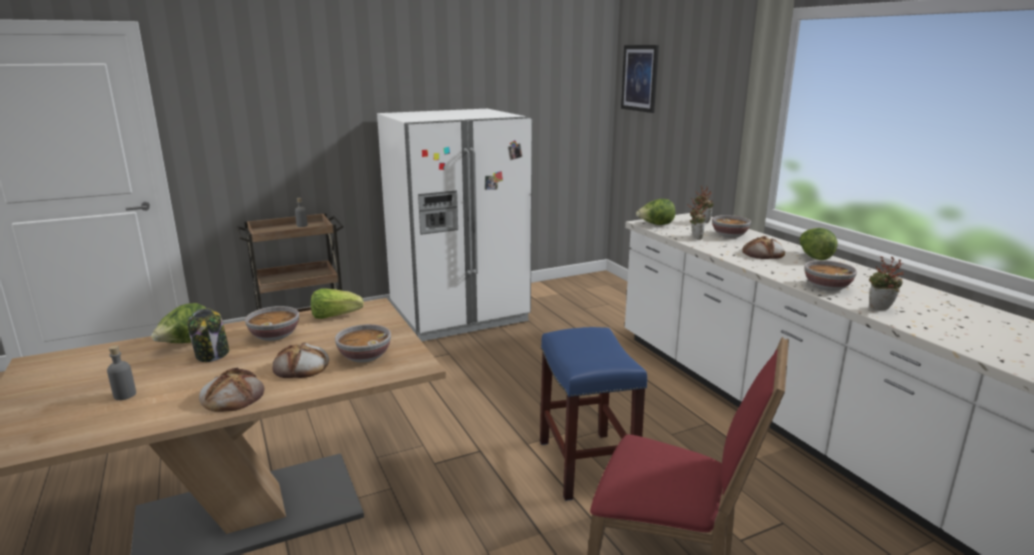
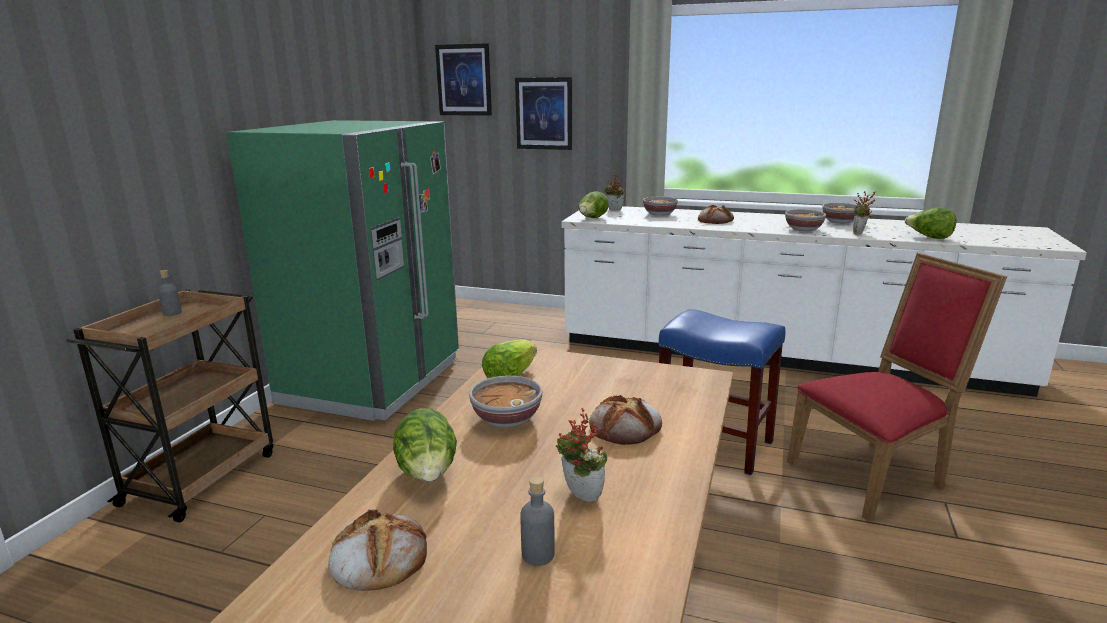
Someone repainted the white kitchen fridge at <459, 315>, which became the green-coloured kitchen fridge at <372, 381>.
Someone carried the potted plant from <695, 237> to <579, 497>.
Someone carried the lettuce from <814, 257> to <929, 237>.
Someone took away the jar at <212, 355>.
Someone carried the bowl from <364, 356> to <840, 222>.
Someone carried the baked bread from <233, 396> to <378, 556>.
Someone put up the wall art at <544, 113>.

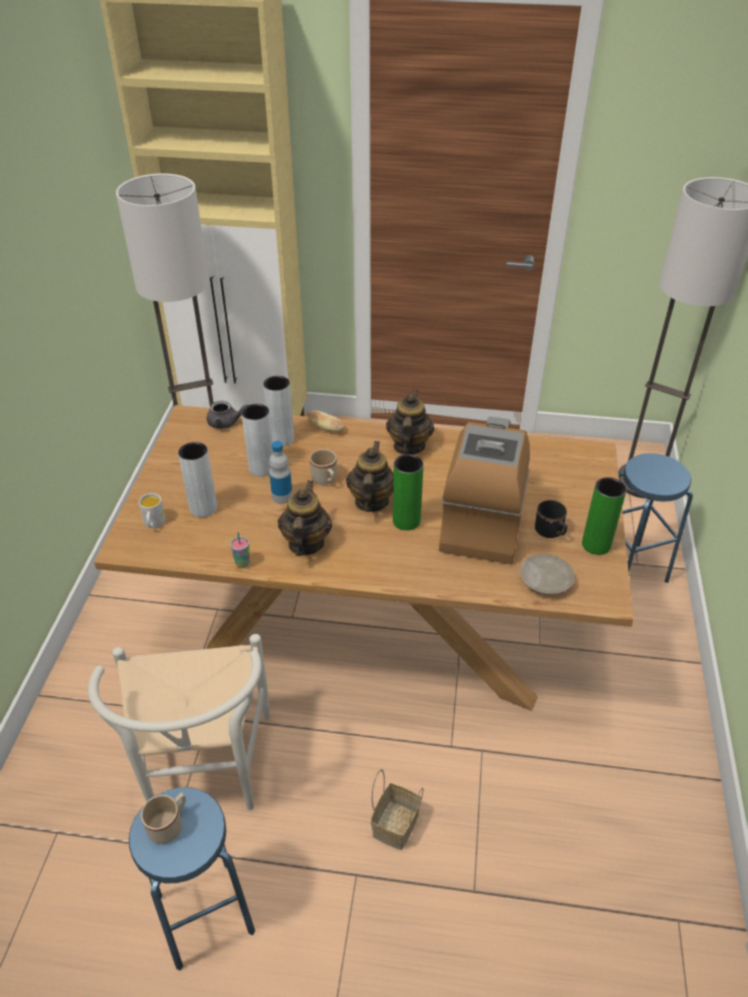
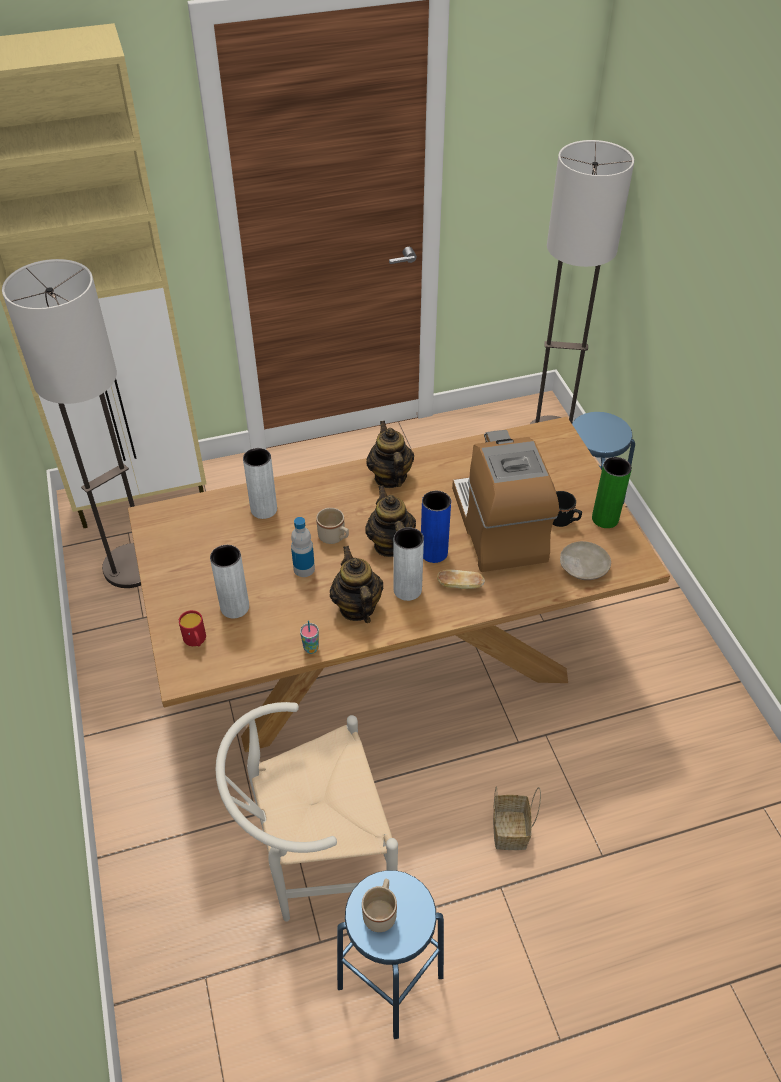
Someone took away the gray pot for tea at <227, 423>.
Someone carried the gray flower vase from <262, 468> to <407, 590>.
Someone carried the baked bread from <325, 428> to <460, 585>.
Someone repainted the green-coloured flower vase at <406, 521>, which became the bluish flower vase at <434, 553>.
Someone repainted the white coffee mug at <154, 523>, which became the red-coloured coffee mug at <196, 640>.
Someone rotated the white plain chair at <204, 775> by 105 degrees clockwise.

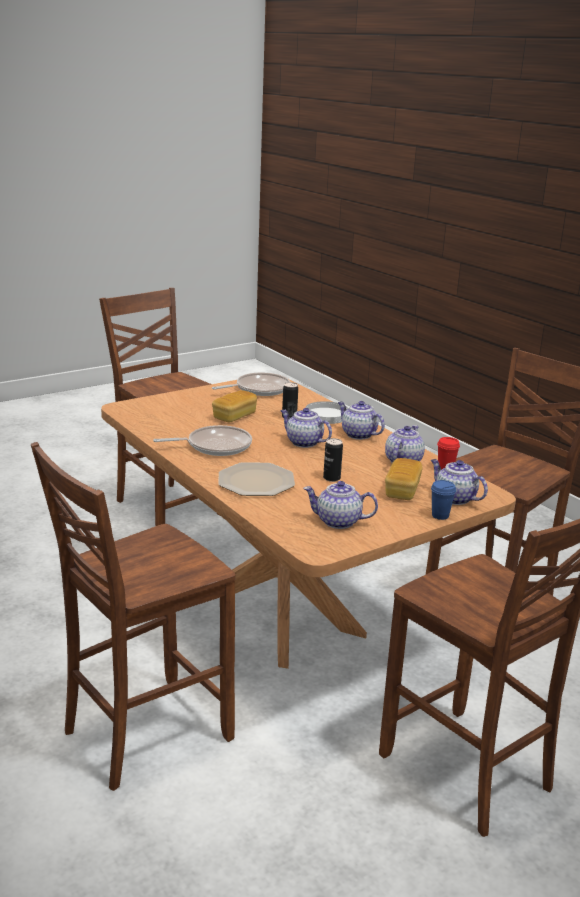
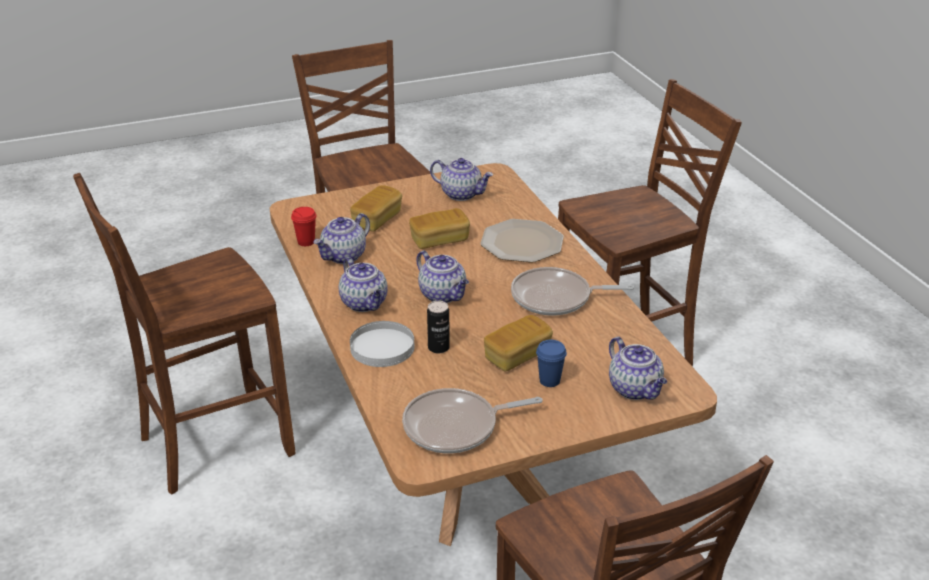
Someone swapped the sealed can at <331, 478> for the baked bread at <439, 240>.
Someone carried the pot for tea from <454, 498> to <635, 389>.
Someone carried the bluish cup from <440, 515> to <549, 381>.

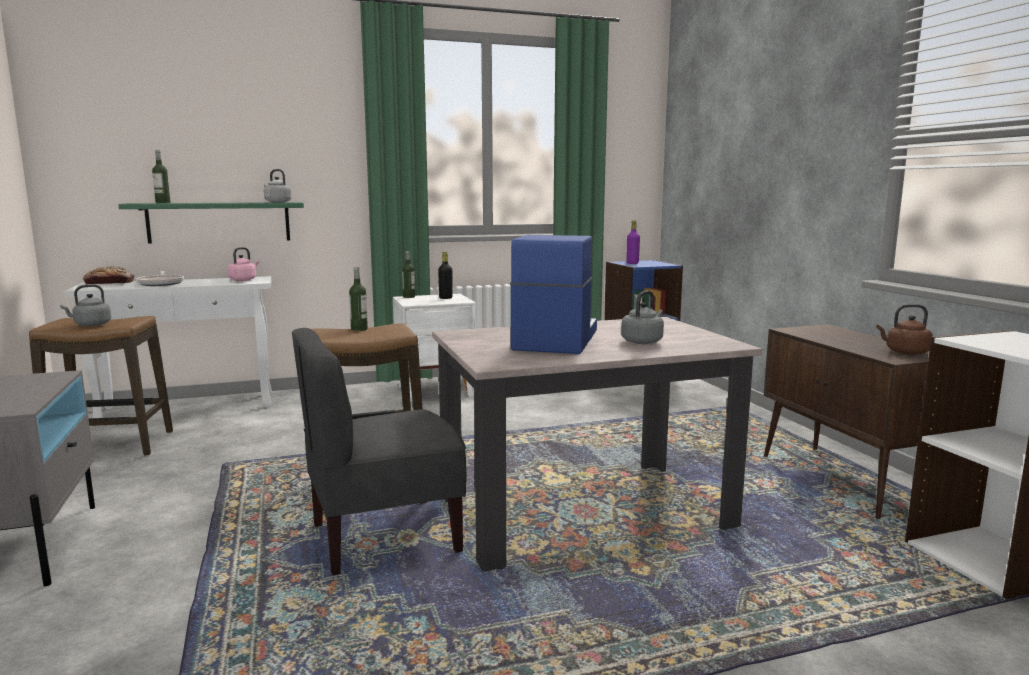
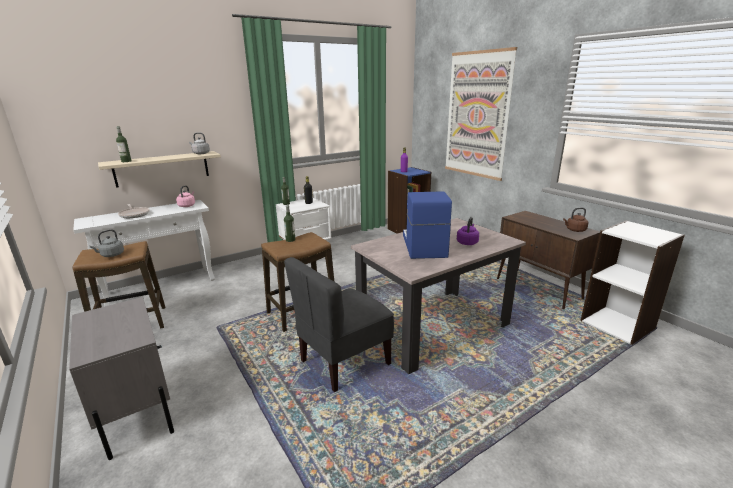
Someone repainted the green-coloured wall shelf at <219, 222>, which became the beige wall shelf at <162, 168>.
Someone took away the baked bread at <110, 283>.
Someone repainted the gray water kettle at <643, 341>, which became the purple-coloured water kettle at <467, 242>.
Someone put up the wall art at <477, 115>.

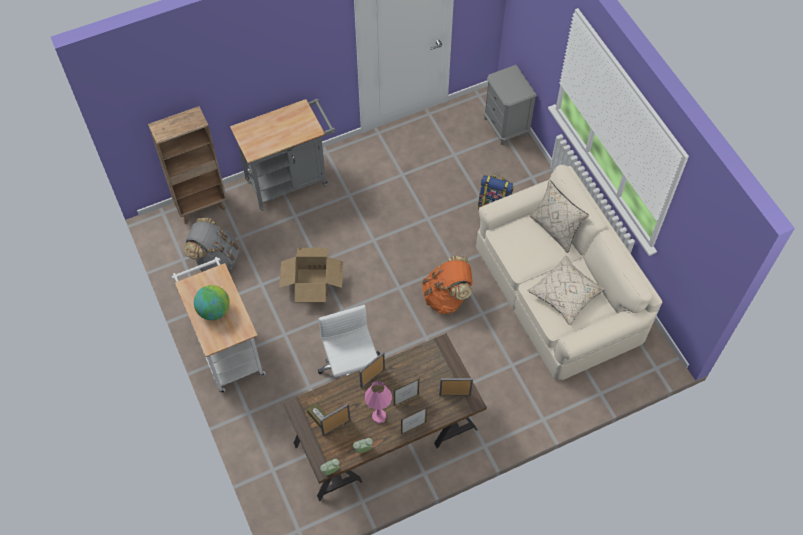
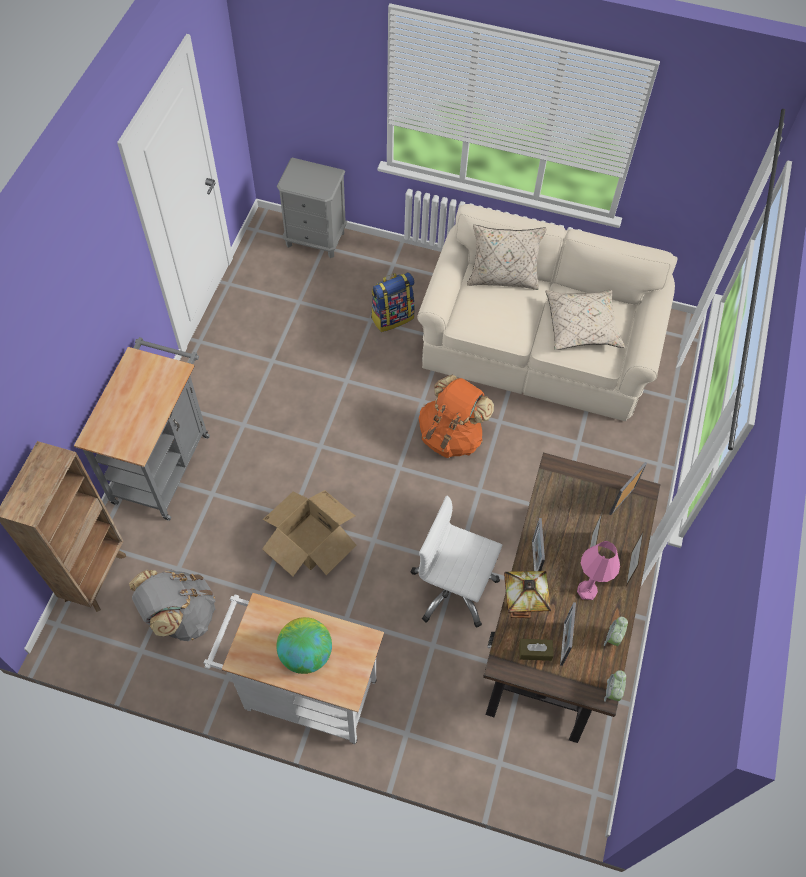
Someone put down the tabletop lamp at <522, 607>.

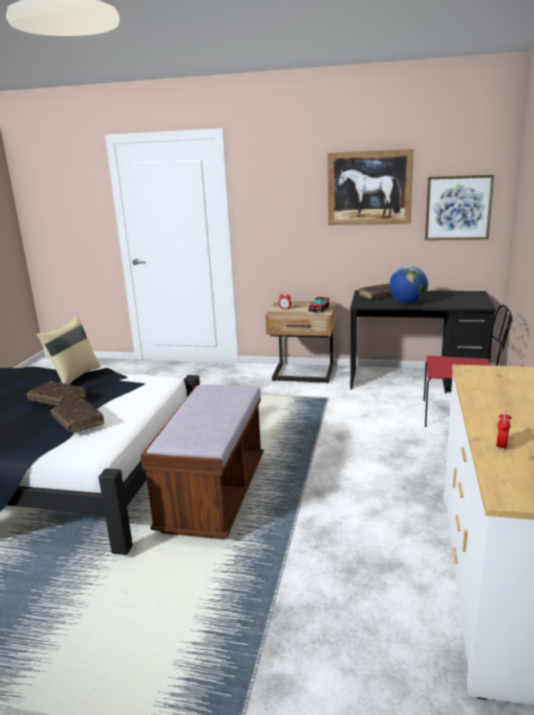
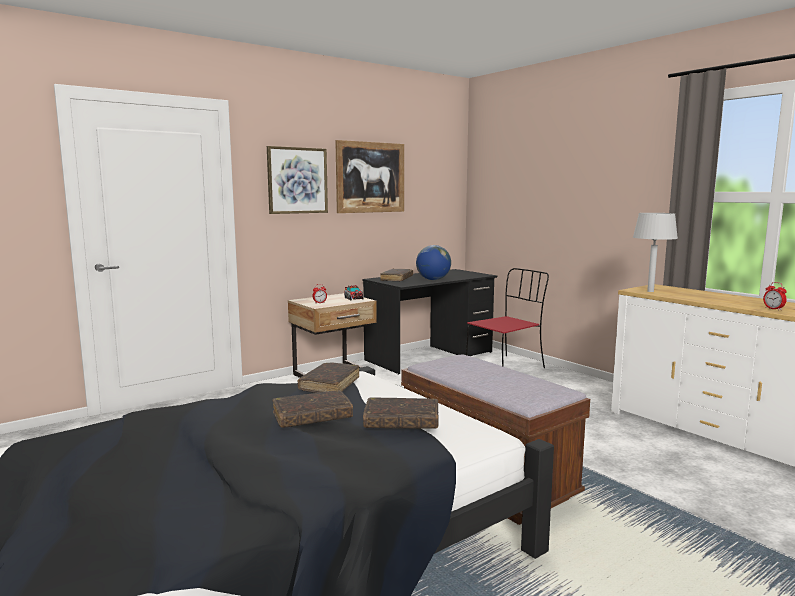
Someone carried the wall art from <458, 208> to <297, 180>.
Someone took away the beige pillow at <74, 377>.
Someone put down the gray tabletop lamp at <651, 291>.
Someone put down the brownish bound book at <330, 385>.

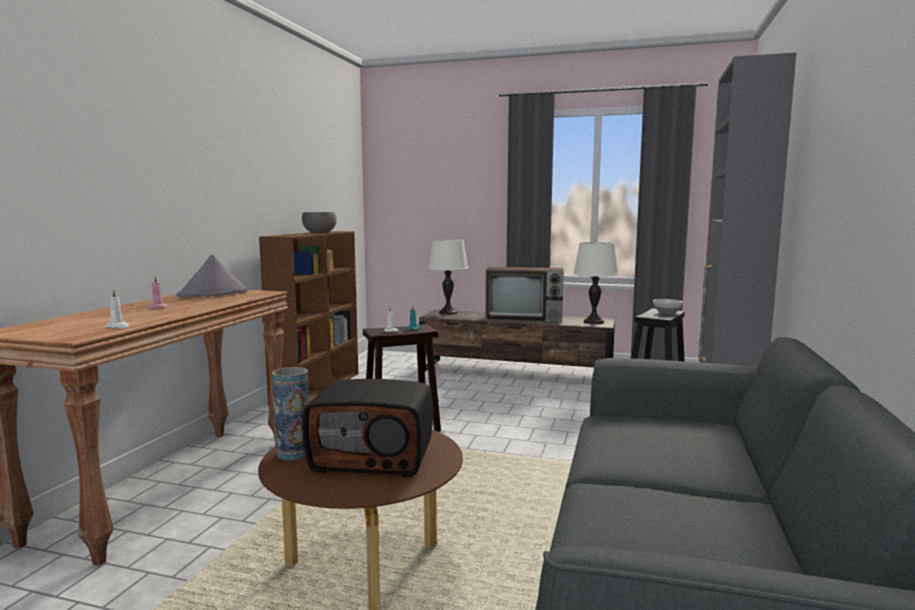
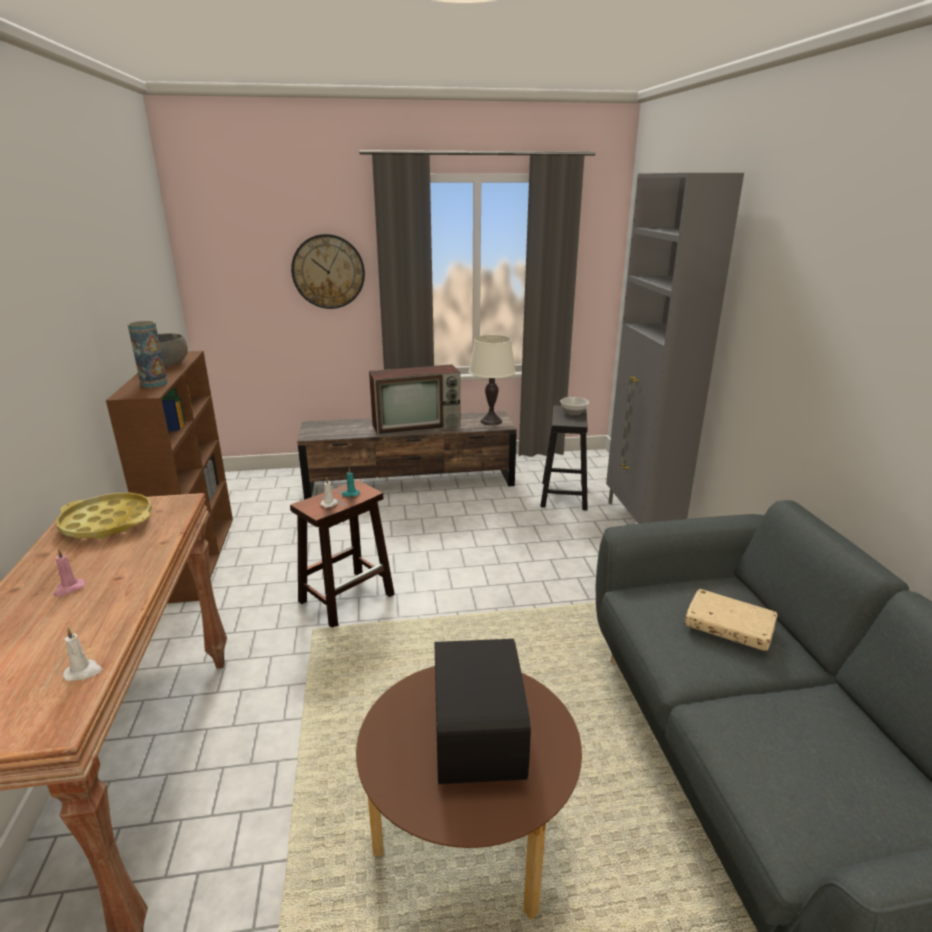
Someone took away the white tabletop lamp at <448, 313>.
Someone swapped the gray clothing hat at <214, 294> for the yellowish carrying tray at <107, 522>.
Someone carried the flower vase from <293, 453> to <154, 384>.
Someone rotated the radio set at <373, 457> by 105 degrees clockwise.
Someone put up the hanging clock at <328, 271>.
Someone put down the beige bound book at <729, 627>.

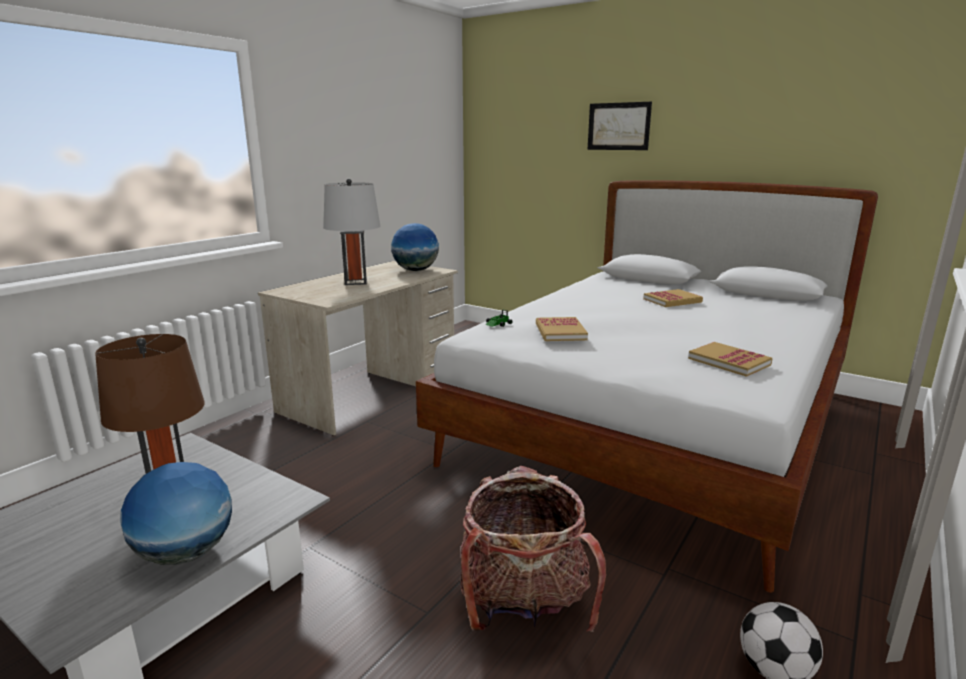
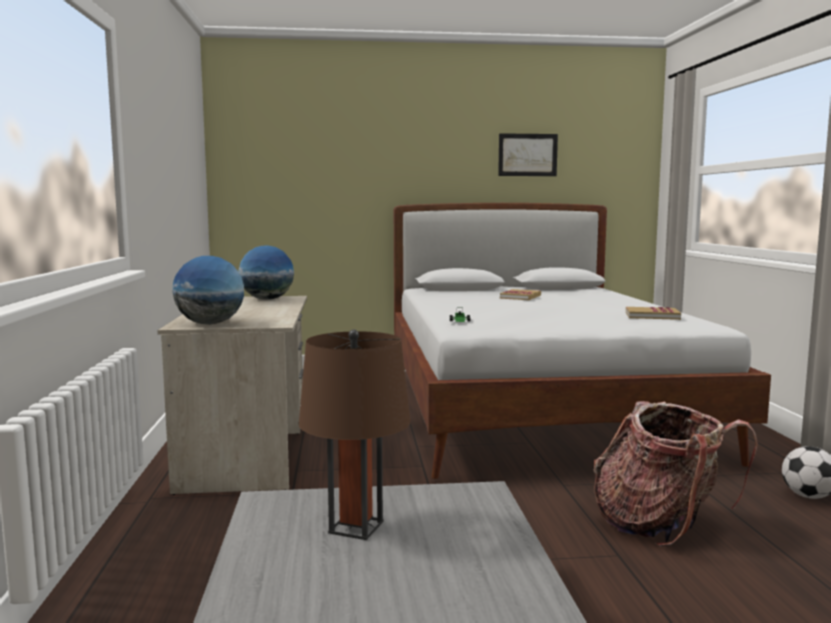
Someone carried the wall art from <618, 126> to <527, 155>.
Someone took away the gray tabletop lamp at <355, 282>.
Someone took away the bound book at <560, 332>.
Someone carried the globe from <185, 553> to <210, 324>.

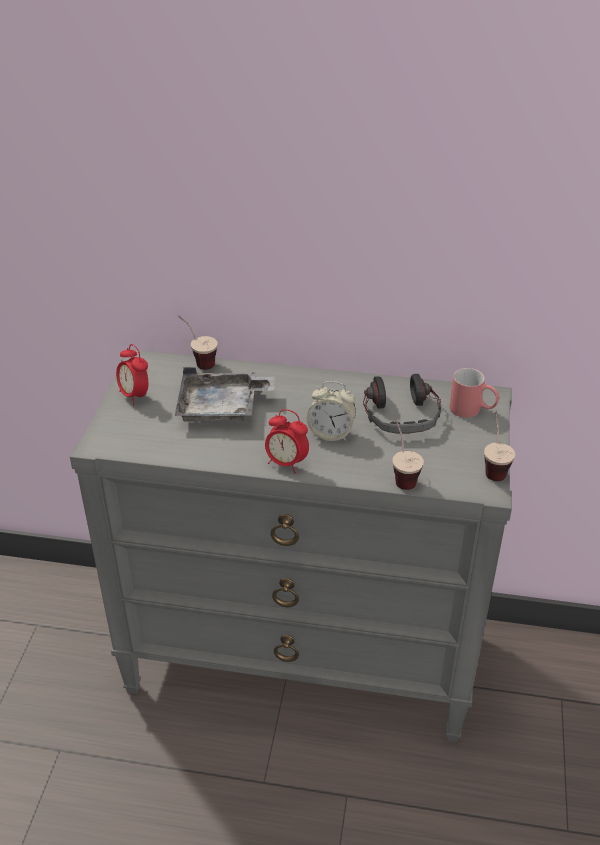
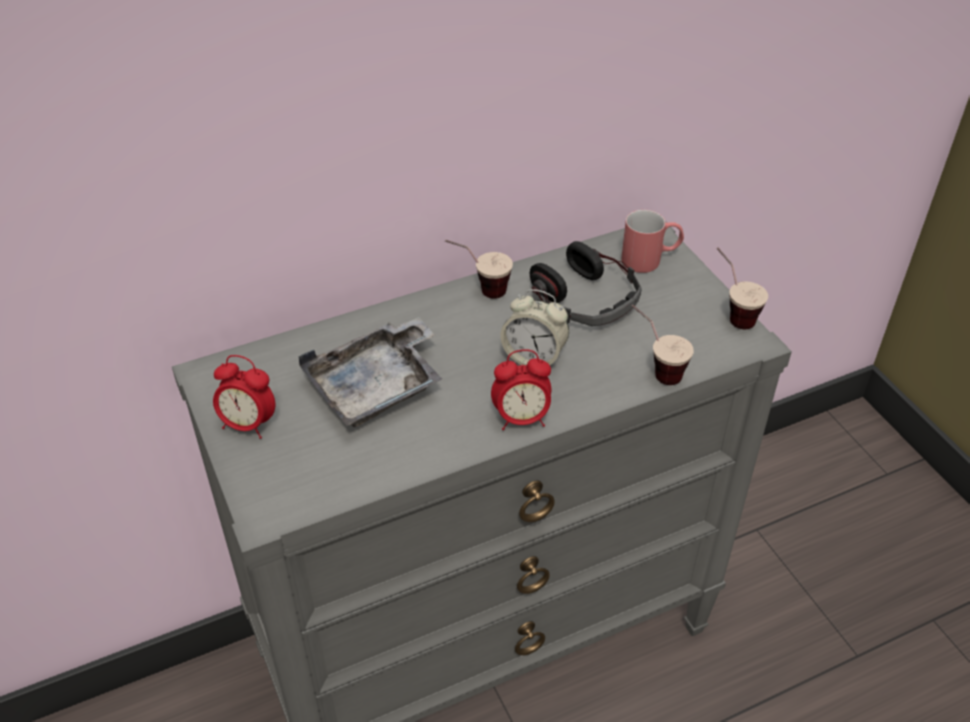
Someone carried the cup from <198, 360> to <479, 290>.
Someone rotated the bedside clock at <331, 433> by 45 degrees clockwise.

